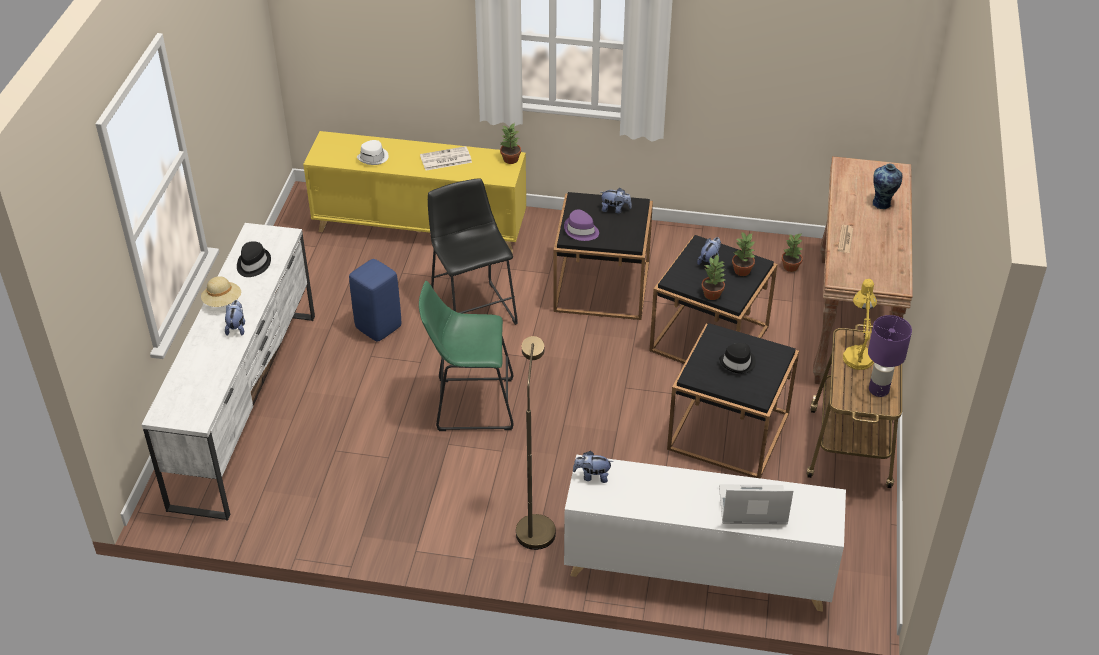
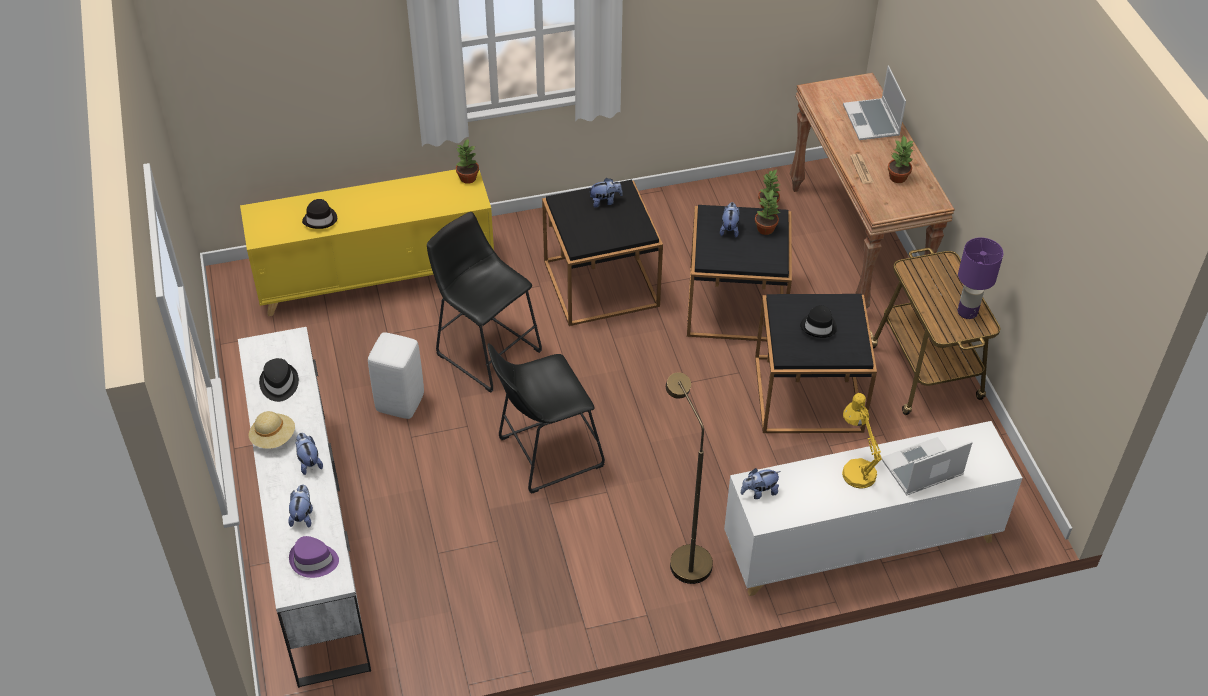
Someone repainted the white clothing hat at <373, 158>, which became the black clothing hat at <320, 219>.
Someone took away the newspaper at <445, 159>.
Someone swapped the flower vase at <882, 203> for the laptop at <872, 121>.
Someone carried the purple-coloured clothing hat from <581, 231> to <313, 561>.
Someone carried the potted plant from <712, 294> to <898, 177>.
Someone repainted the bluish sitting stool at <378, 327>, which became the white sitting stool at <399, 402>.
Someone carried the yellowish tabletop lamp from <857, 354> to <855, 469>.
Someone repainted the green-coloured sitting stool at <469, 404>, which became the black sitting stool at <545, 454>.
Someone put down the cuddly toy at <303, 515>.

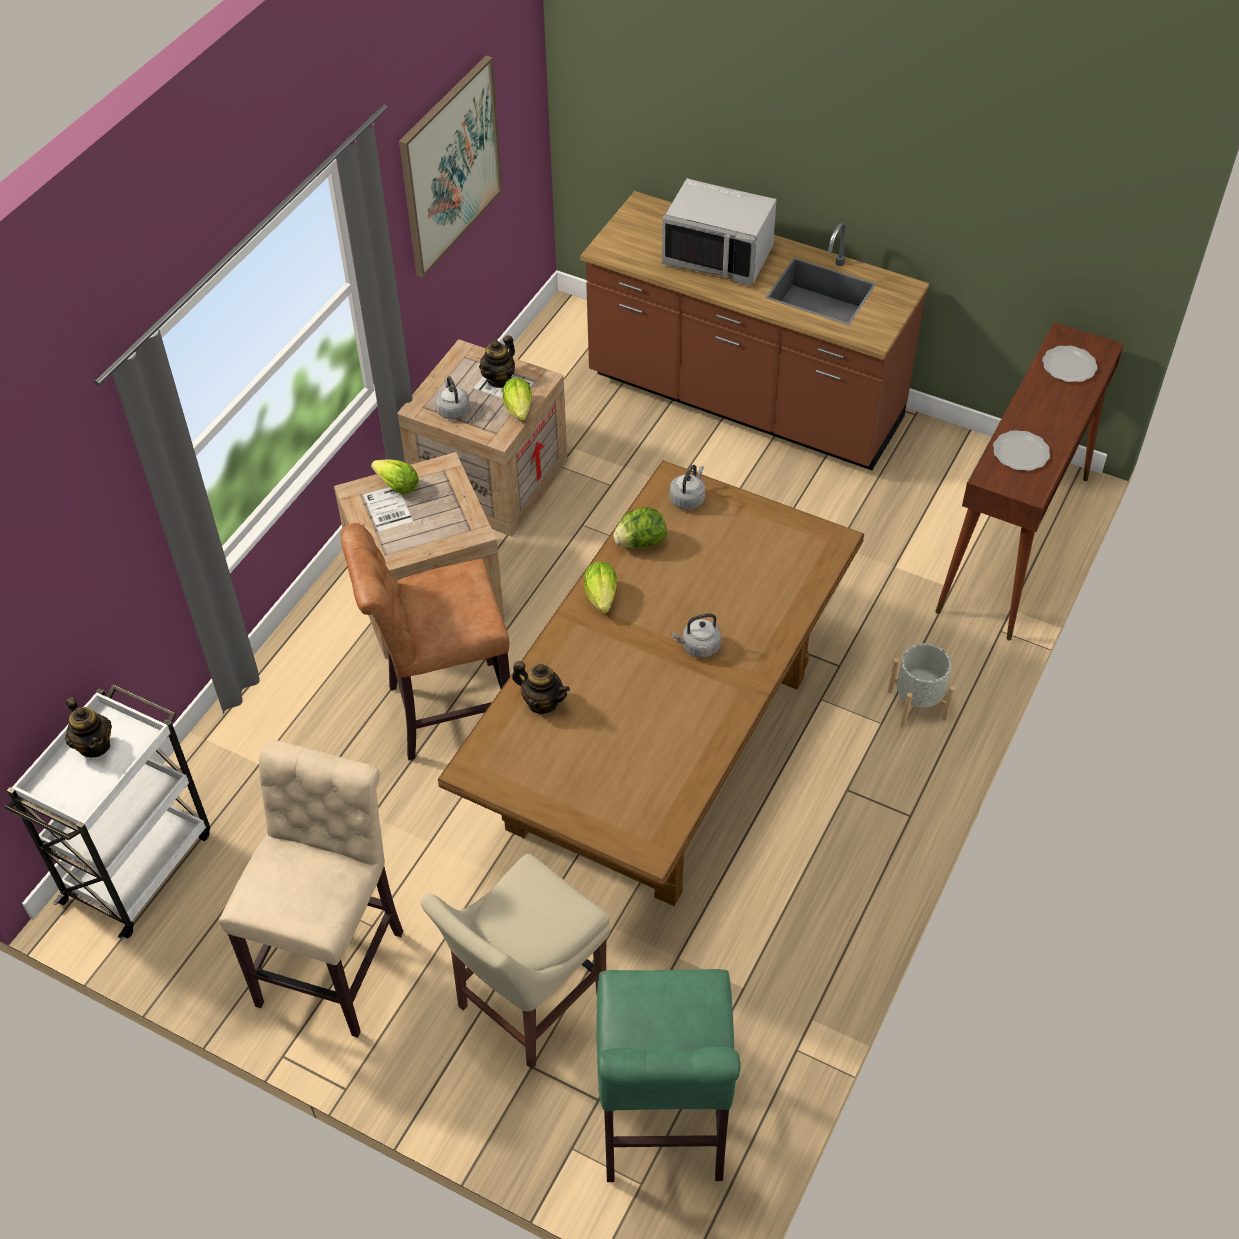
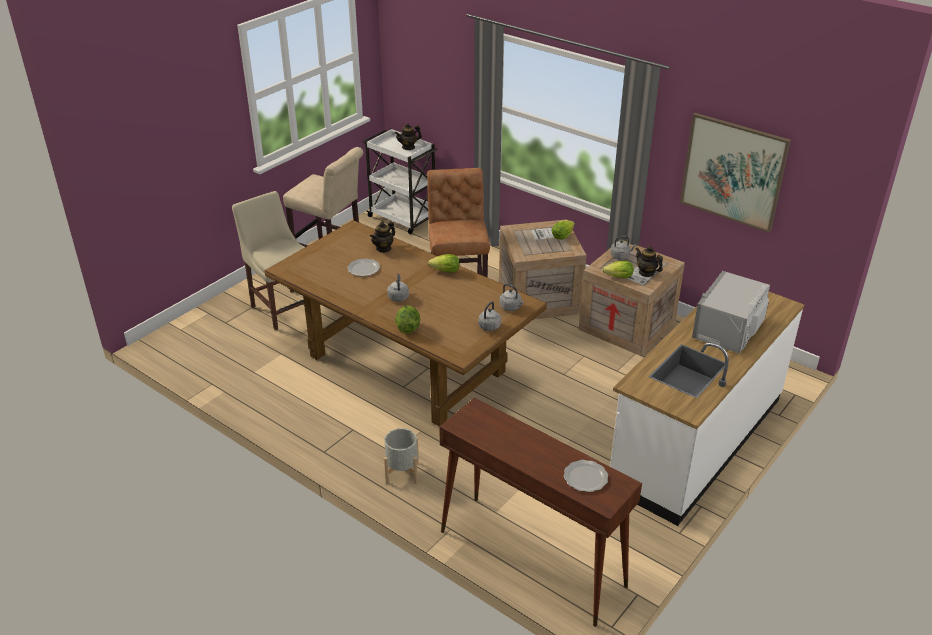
Someone repainted the brownish counter at <744, 401>, which became the white counter at <695, 441>.
Someone carried the dinner plate from <1021, 453> to <363, 269>.
Someone carried the lettuce from <640, 542> to <407, 328>.
Someone took away the green-coloured sitting stool at <662, 1128>.
Someone put down the gray water kettle at <488, 327>.

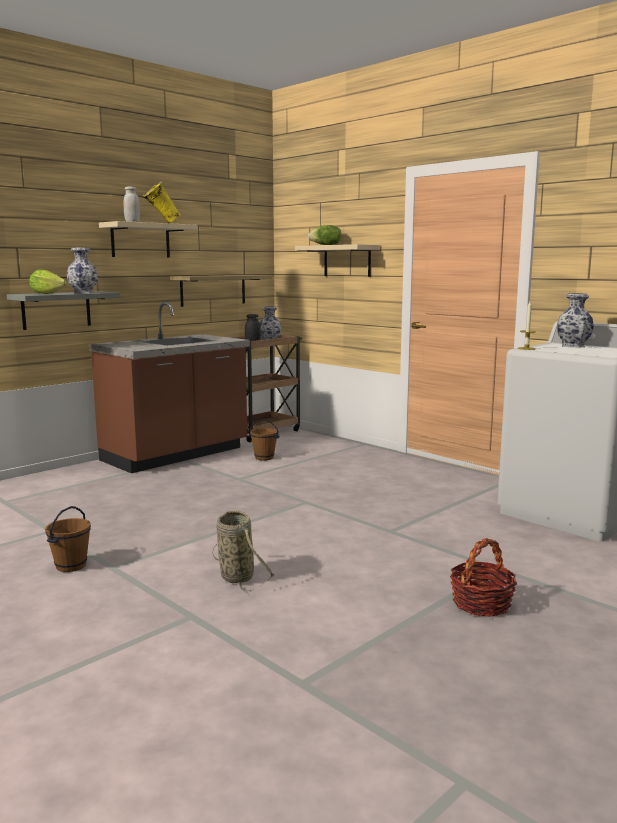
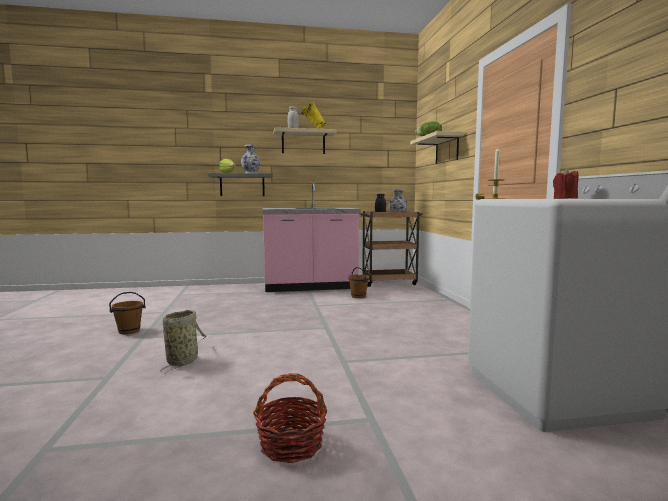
Someone took away the wall shelf at <213, 290>.
Someone swapped the flower vase at <573, 346> for the red-coloured wax candle at <564, 198>.
Someone repainted the brownish counter at <176, 455>, which became the pinkish counter at <309, 287>.

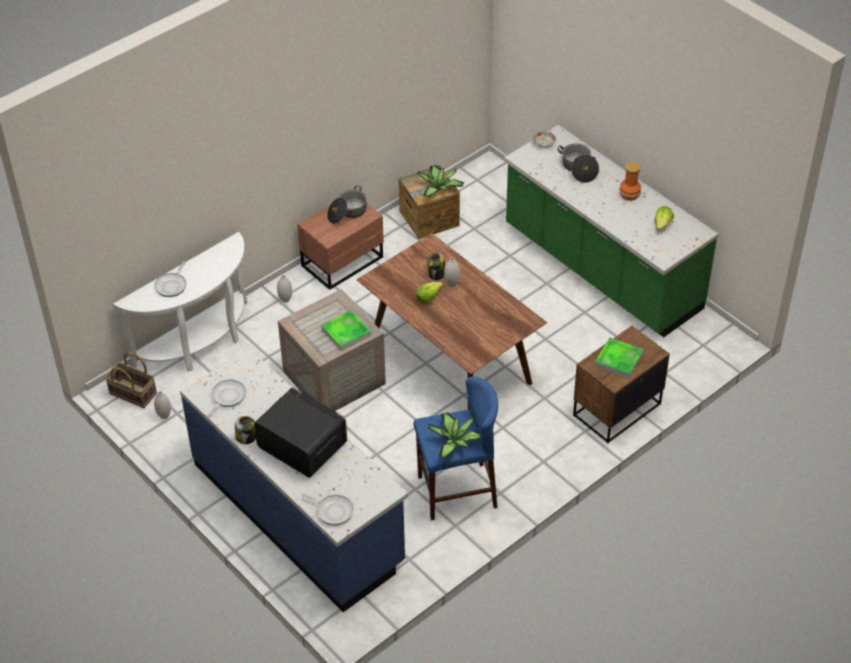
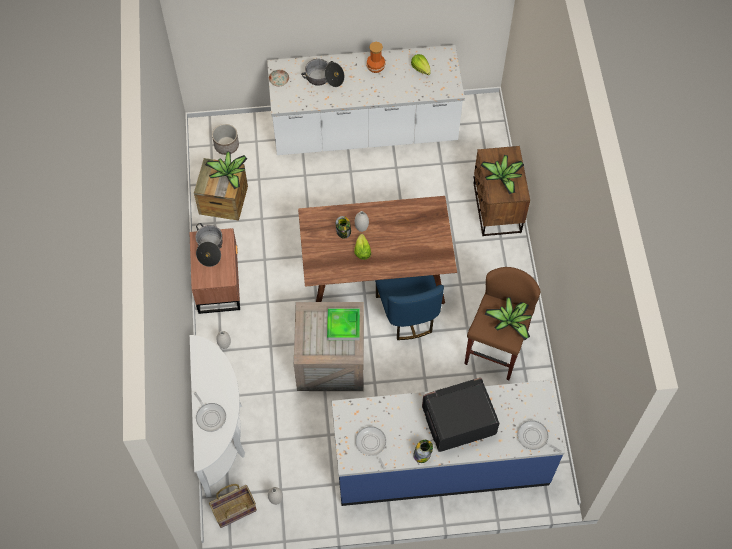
Someone repainted the green-coloured counter at <601, 269>, which became the white counter at <365, 131>.
Someone swapped the carrying tray at <618, 360> for the potted plant at <503, 177>.
Someone repainted the bluish sitting stool at <457, 491>, which became the brownish sitting stool at <495, 348>.
Someone rotated the pan at <333, 511> by 120 degrees counterclockwise.
Someone put down the plant pot at <227, 145>.
Someone put down the bluish plain chair at <407, 313>.

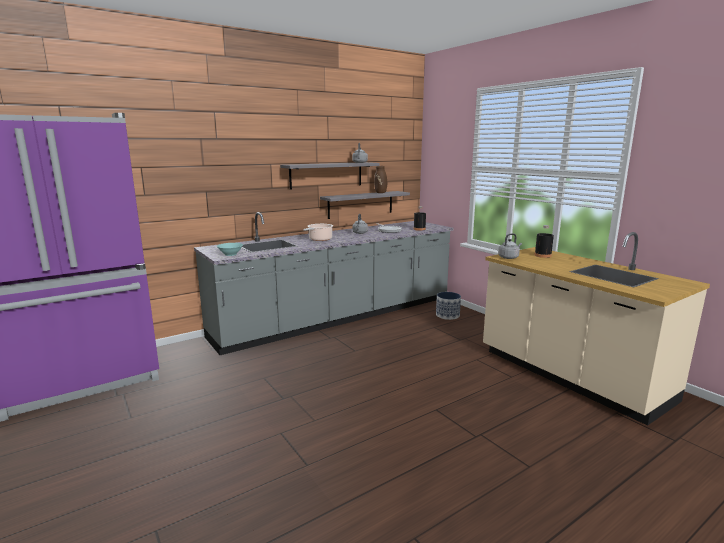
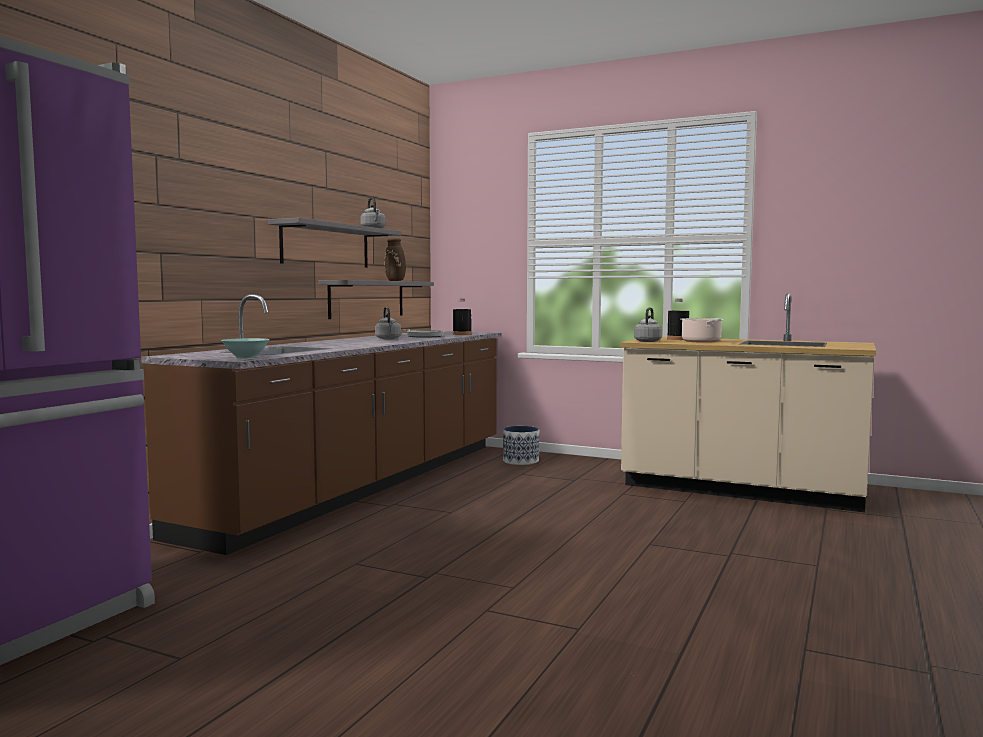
Someone repainted the gray counter at <338, 317>, which became the brownish counter at <365, 484>.
Someone carried the cooking pot from <319, 239> to <702, 341>.

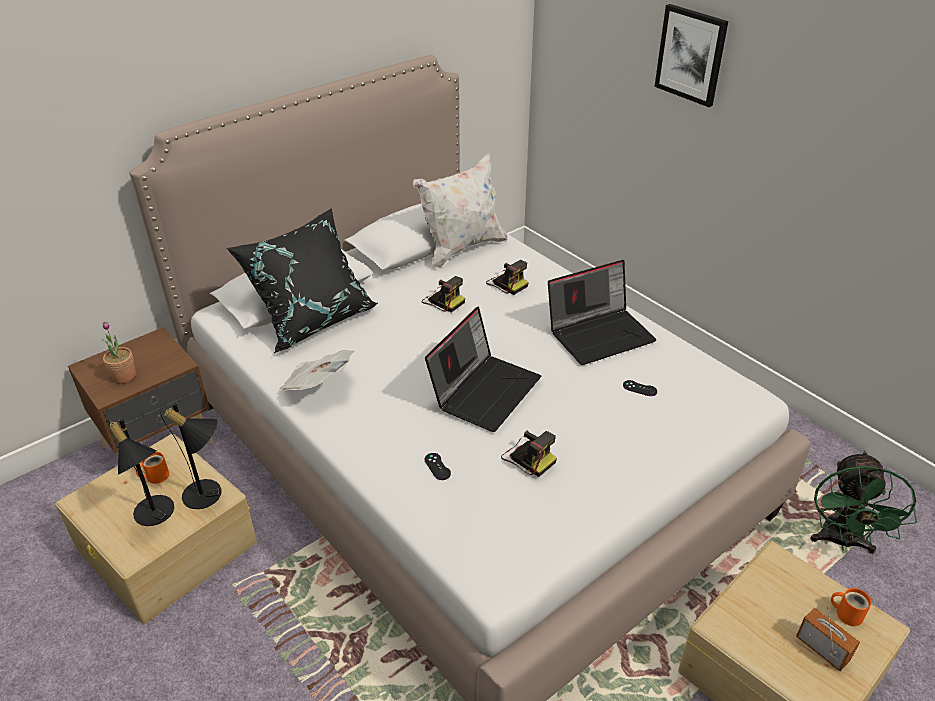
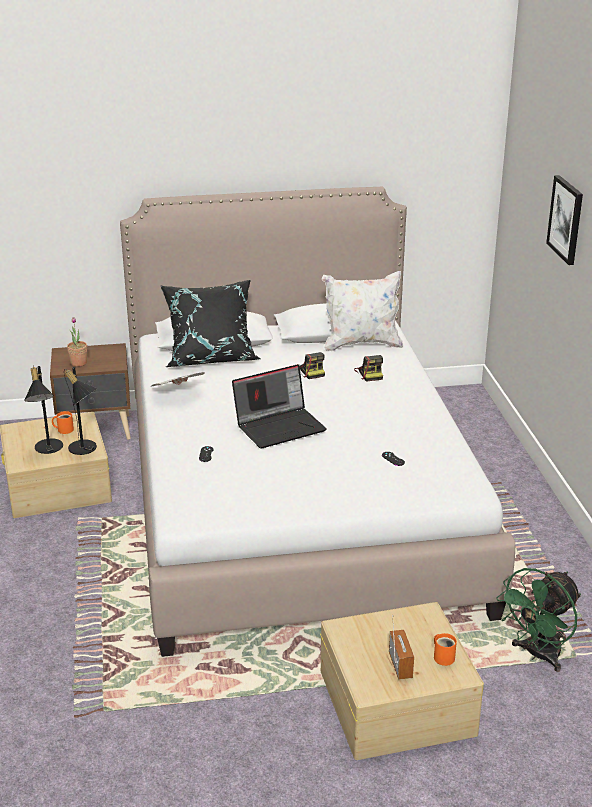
Someone took away the laptop at <600, 333>.
Someone took away the photo camera at <528, 457>.

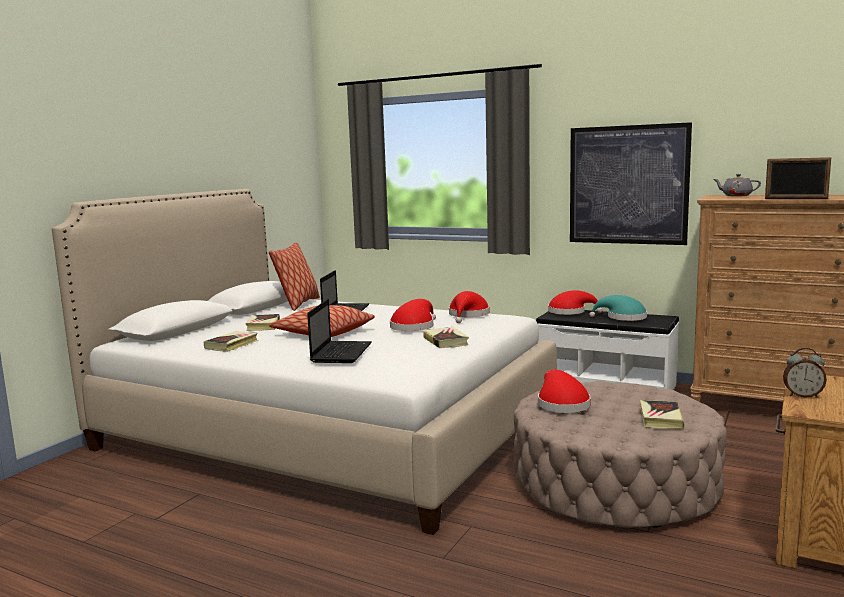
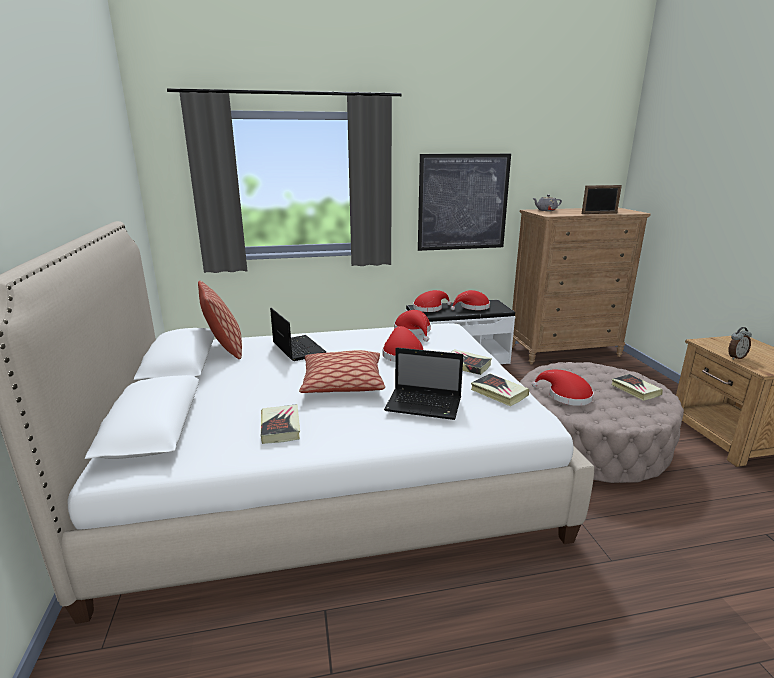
Someone repainted the turquoise-coloured clothing hat at <623, 318>, which became the red-coloured clothing hat at <472, 307>.
Someone rotated the laptop at <341, 353> by 135 degrees clockwise.
Someone carried the bound book from <263, 326> to <499, 393>.

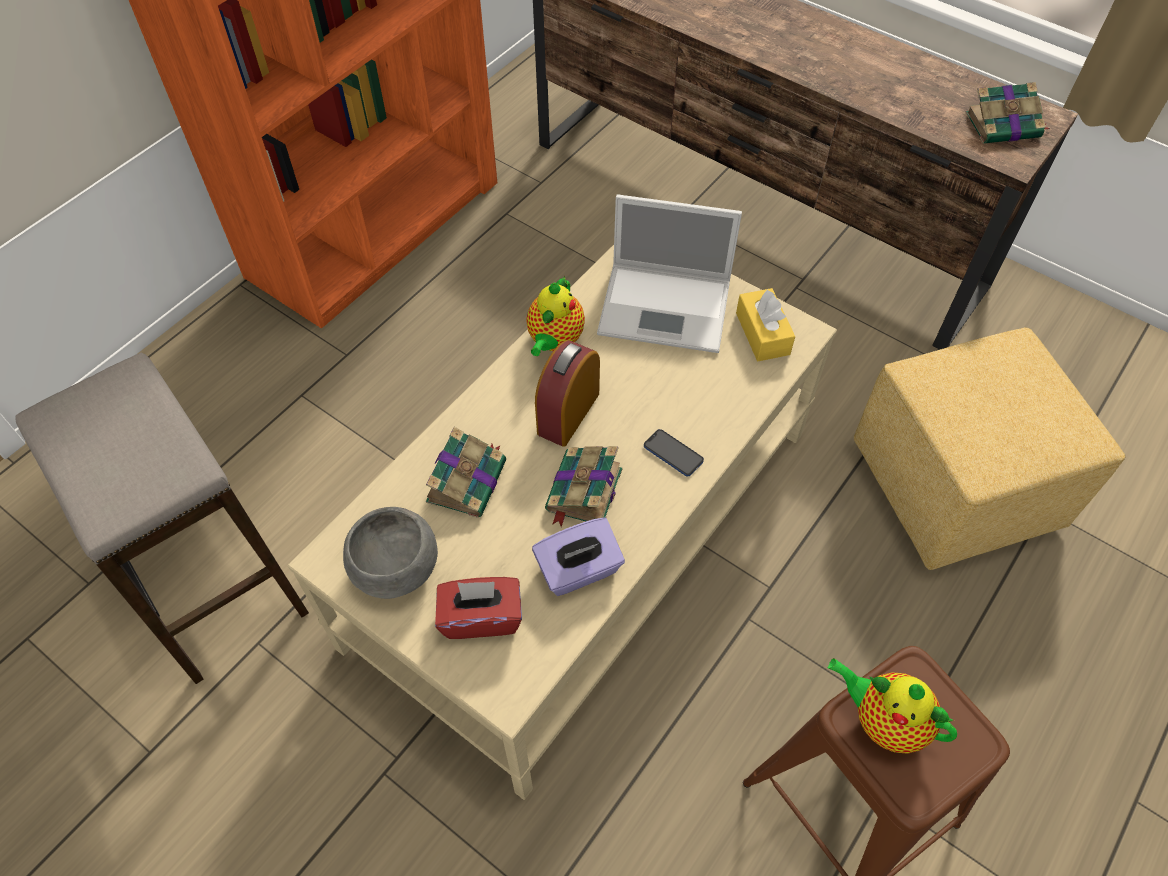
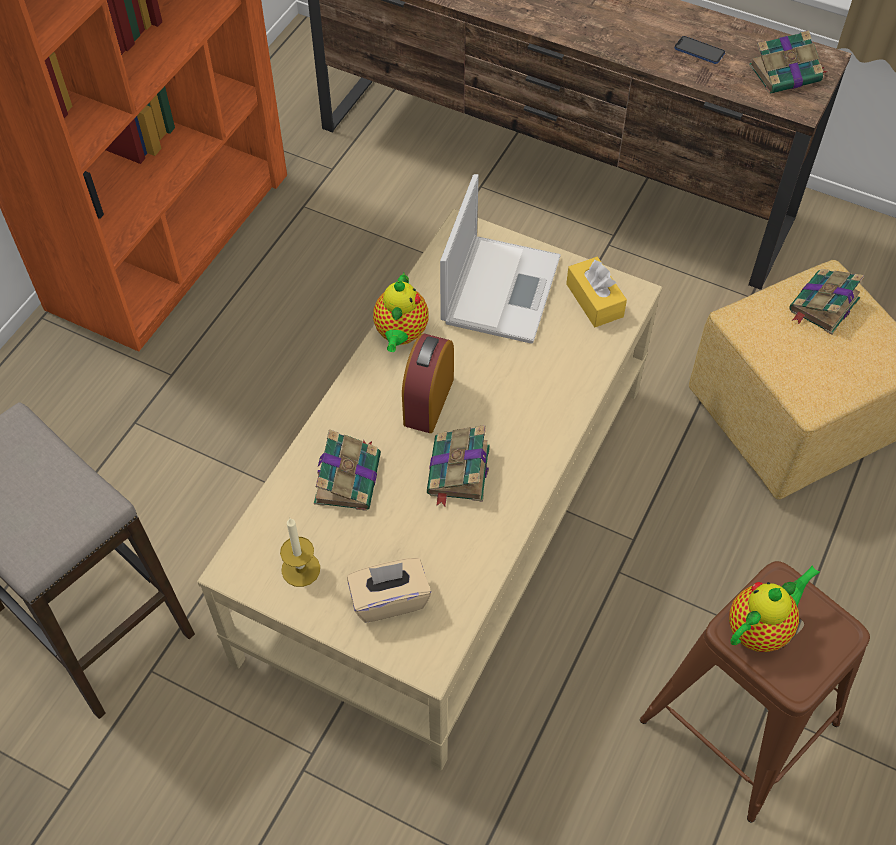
Someone rotated the laptop at <667, 307> by 75 degrees counterclockwise.
Someone carried the handset from <673, 453> to <699, 51>.
Someone swapped the gray bowl at <396, 569> for the wax candle at <300, 569>.
Someone took away the purple-coloured tissue holder at <579, 570>.
Someone repainted the red-coloured tissue holder at <481, 617>, which became the beige tissue holder at <389, 599>.
Someone rotated the pot for tea at <883, 720> by 120 degrees clockwise.
Someone put down the bound book at <823, 306>.

